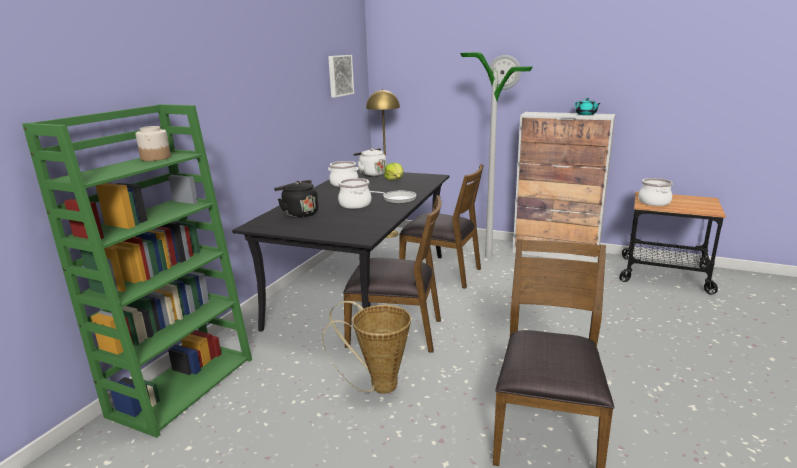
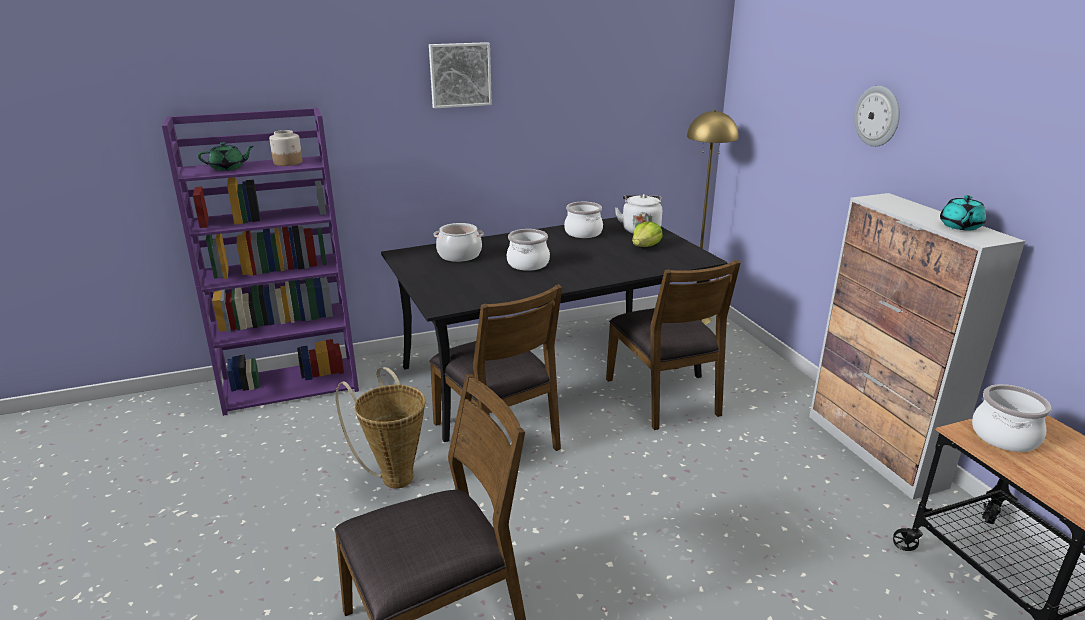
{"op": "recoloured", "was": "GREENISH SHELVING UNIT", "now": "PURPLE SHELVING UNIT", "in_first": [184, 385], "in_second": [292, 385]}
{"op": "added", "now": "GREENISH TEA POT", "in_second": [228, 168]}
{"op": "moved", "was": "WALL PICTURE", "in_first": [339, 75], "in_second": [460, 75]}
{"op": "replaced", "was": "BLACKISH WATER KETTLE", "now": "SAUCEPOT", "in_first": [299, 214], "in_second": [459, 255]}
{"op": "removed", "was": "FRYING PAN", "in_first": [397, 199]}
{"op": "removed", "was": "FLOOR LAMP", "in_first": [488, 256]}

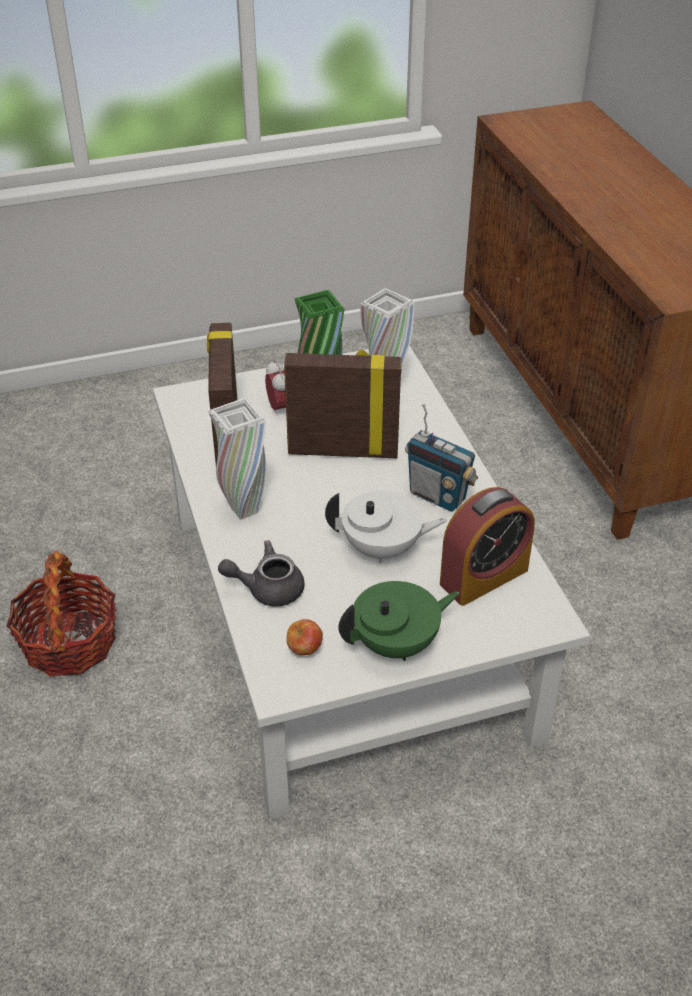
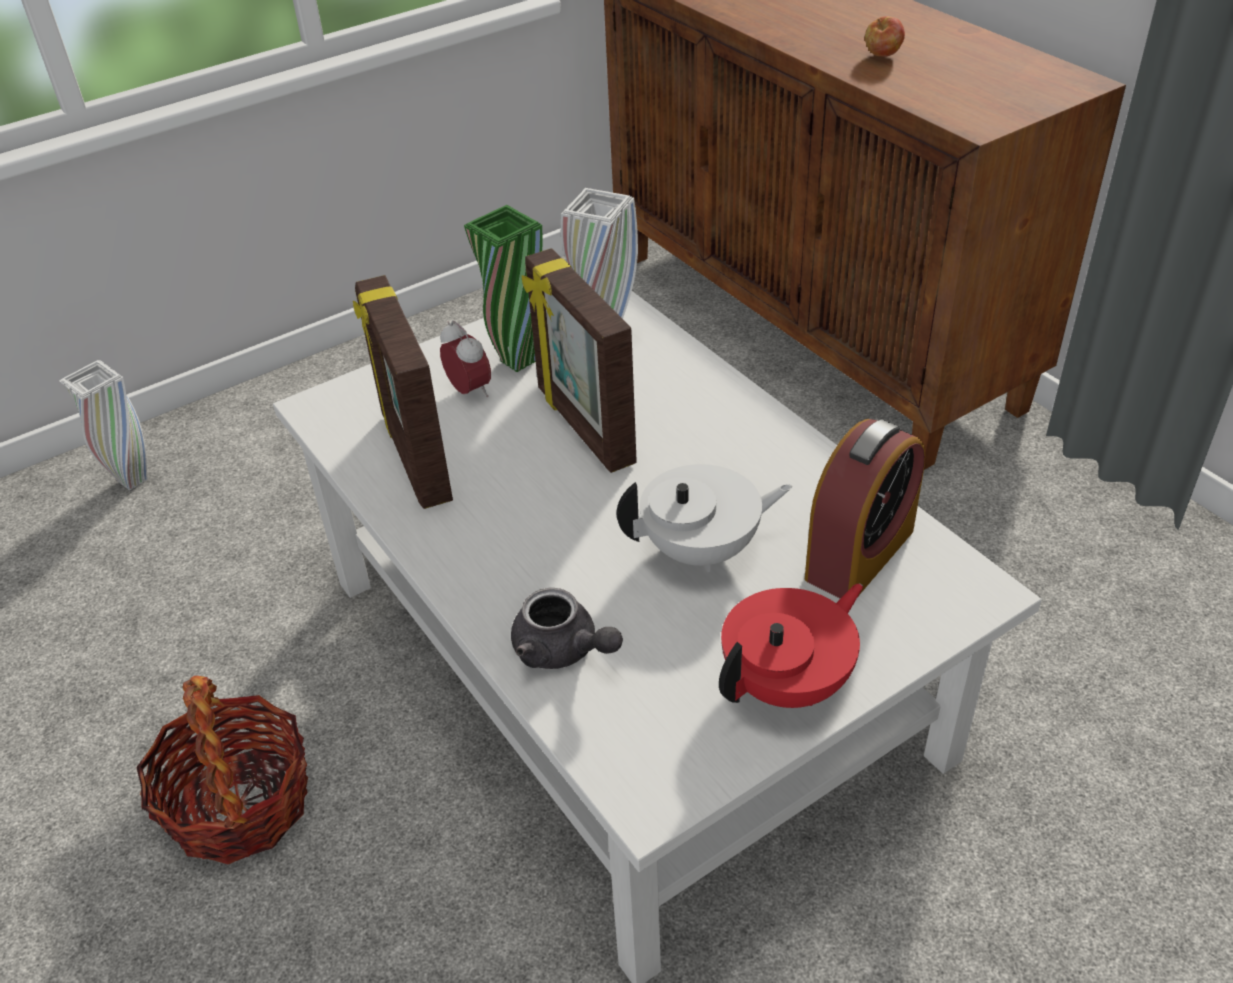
{"op": "moved", "was": "WHITE VASE", "in_first": [244, 510], "in_second": [132, 480]}
{"op": "turned", "was": "GRAY TEA POT", "in_first": [267, 588], "in_second": [563, 650], "clockwise": -120}
{"op": "turned", "was": "PICTURE FRAME", "in_first": [343, 450], "in_second": [583, 427], "clockwise": -105}
{"op": "recoloured", "was": "GREENISH TEA POT", "now": "REDDISH TEA POT", "in_first": [397, 644], "in_second": [789, 683]}
{"op": "moved", "was": "WHOLE APPLE", "in_first": [305, 650], "in_second": [882, 56]}
{"op": "removed", "was": "RADIO SET", "in_first": [438, 496]}

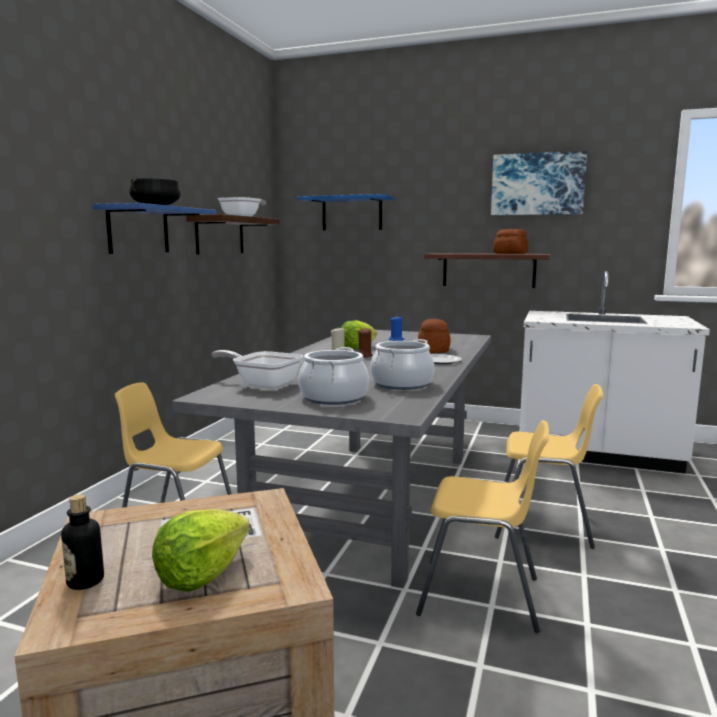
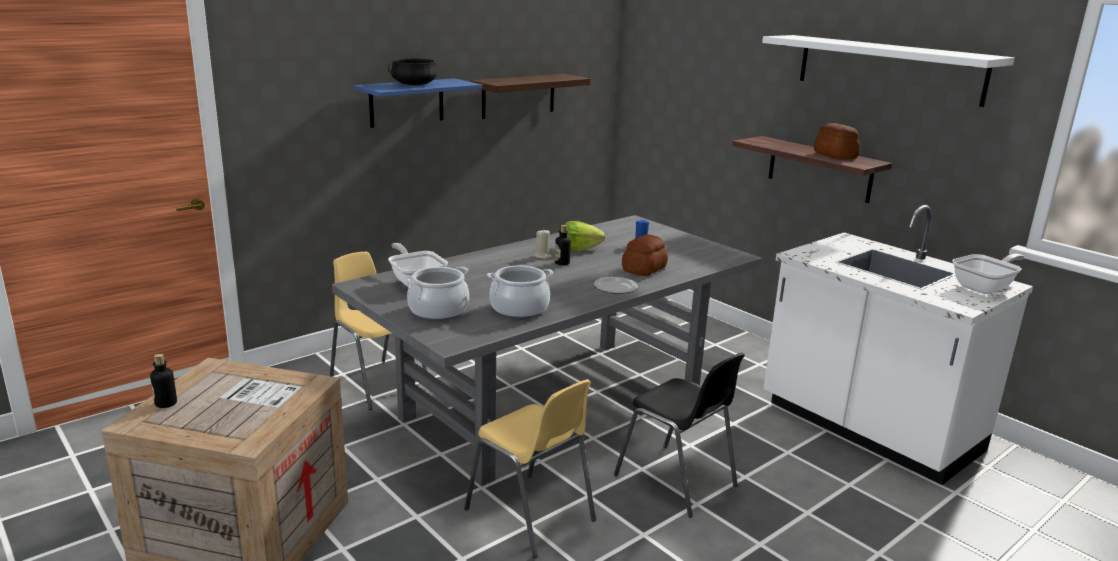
{"op": "replaced", "was": "BROWN-COLOURED CANDLE", "now": "BOTTLE", "in_first": [364, 356], "in_second": [562, 263]}
{"op": "recoloured", "was": "YELLOWISH CHAIR", "now": "BLACKISH CHAIR", "in_first": [543, 526], "in_second": [676, 481]}
{"op": "replaced", "was": "WALL PICTURE", "now": "WHITE SHELF", "in_first": [537, 184], "in_second": [888, 69]}
{"op": "moved", "was": "FRYING PAN", "in_first": [243, 217], "in_second": [985, 288]}
{"op": "removed", "was": "HEAD OF LETTUCE", "in_first": [202, 575]}
{"op": "removed", "was": "BLUE SHELF", "in_first": [352, 214]}

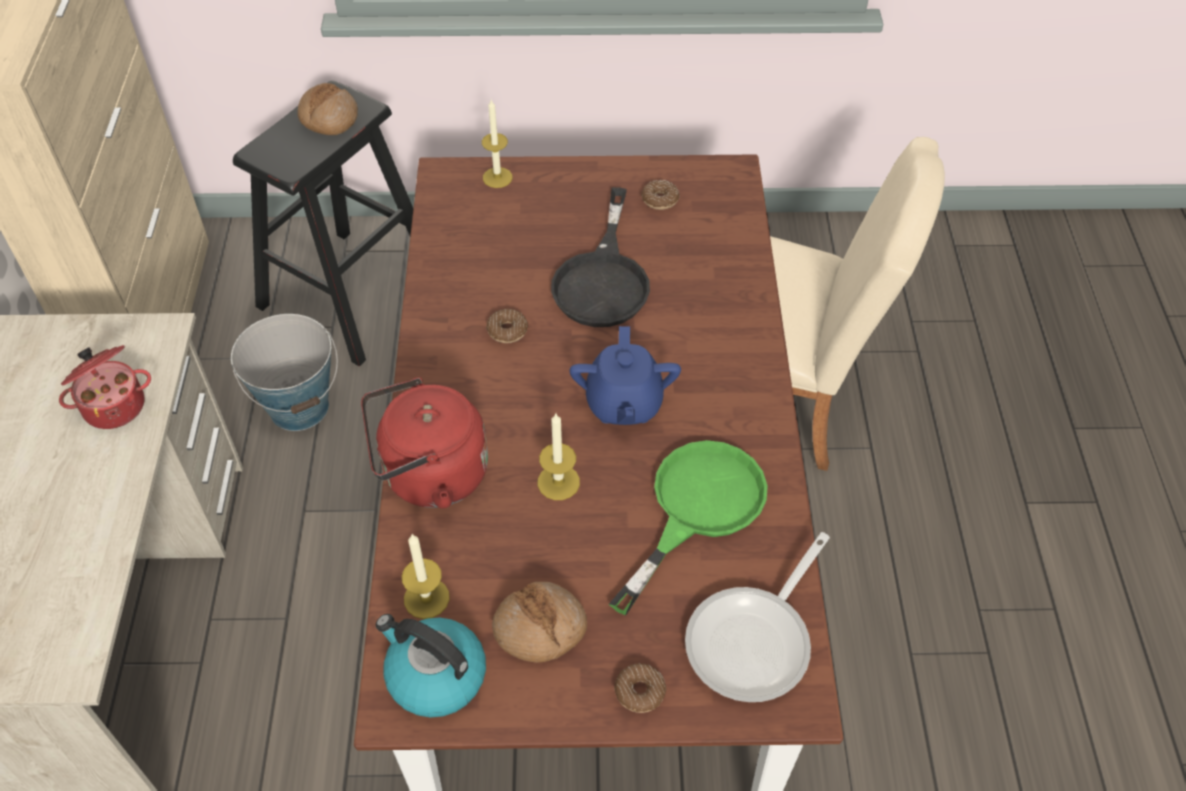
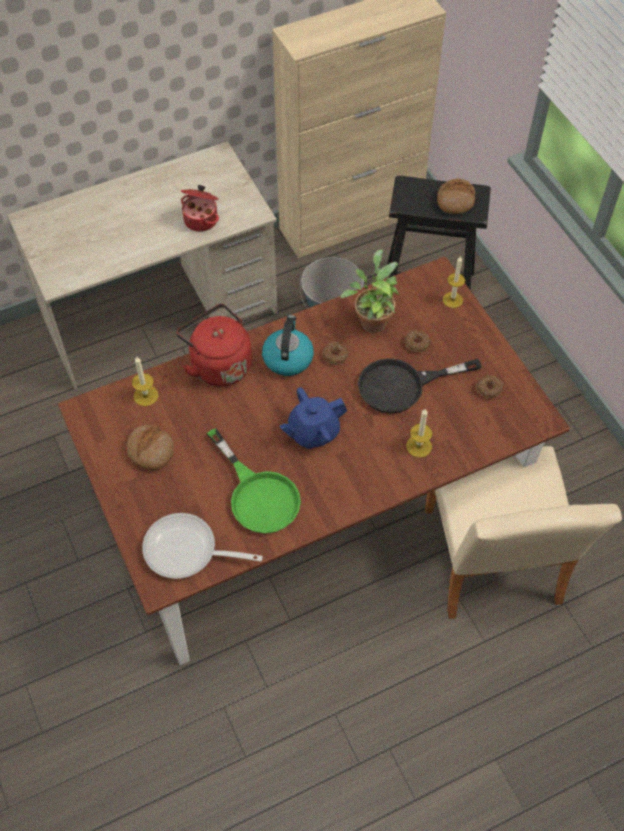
{"op": "turned", "was": "GREENISH FRYING PAN", "in_first": [697, 509], "in_second": [258, 494], "clockwise": 45}
{"op": "moved", "was": "WATER KETTLE", "in_first": [434, 676], "in_second": [287, 358]}
{"op": "added", "now": "POTTED PLANT", "in_second": [372, 320]}
{"op": "moved", "was": "DOUGHNUT", "in_first": [640, 691], "in_second": [417, 343]}
{"op": "moved", "was": "CANDLE", "in_first": [558, 482], "in_second": [419, 446]}

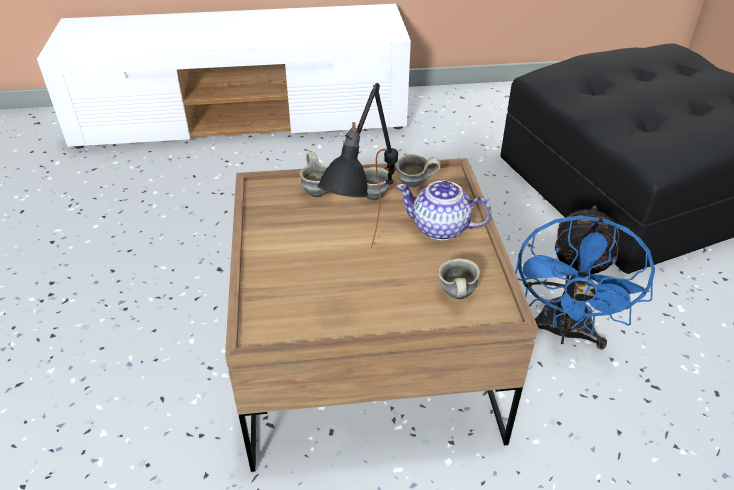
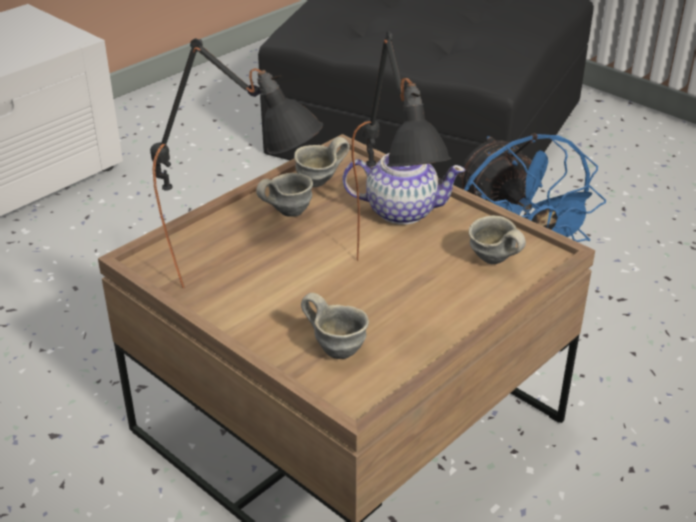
{"op": "added", "now": "BLACKISH TABLETOP LAMP", "in_second": [245, 287]}
{"op": "moved", "was": "GRAY TEA MUG", "in_first": [318, 190], "in_second": [337, 347]}
{"op": "turned", "was": "TEA POT", "in_first": [441, 228], "in_second": [401, 211], "clockwise": -150}

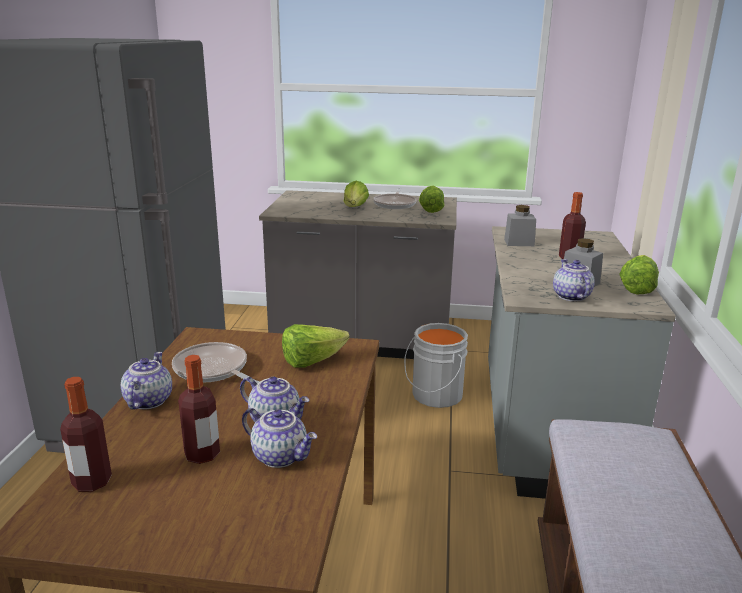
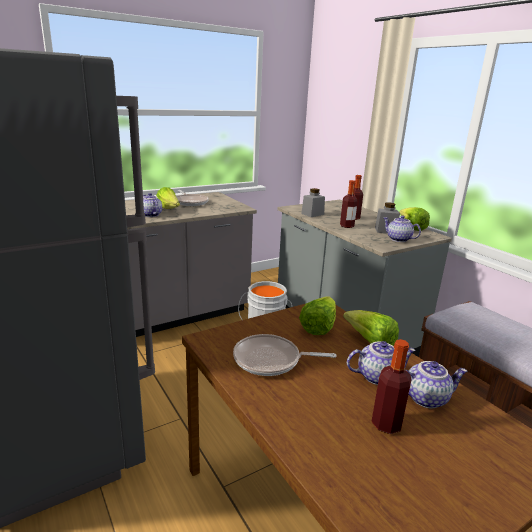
{"op": "moved", "was": "TEA POT", "in_first": [147, 401], "in_second": [150, 215]}
{"op": "moved", "was": "BOTTLE", "in_first": [92, 482], "in_second": [347, 226]}
{"op": "moved", "was": "HEAD OF LETTUCE", "in_first": [430, 209], "in_second": [370, 343]}

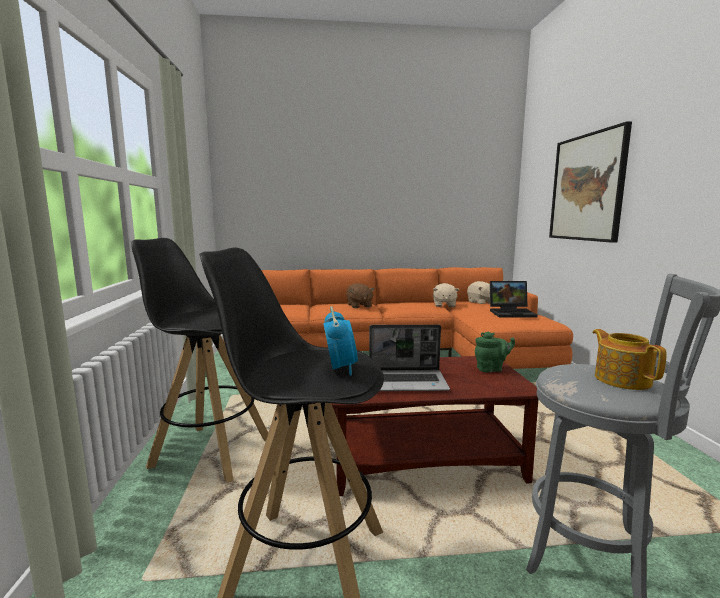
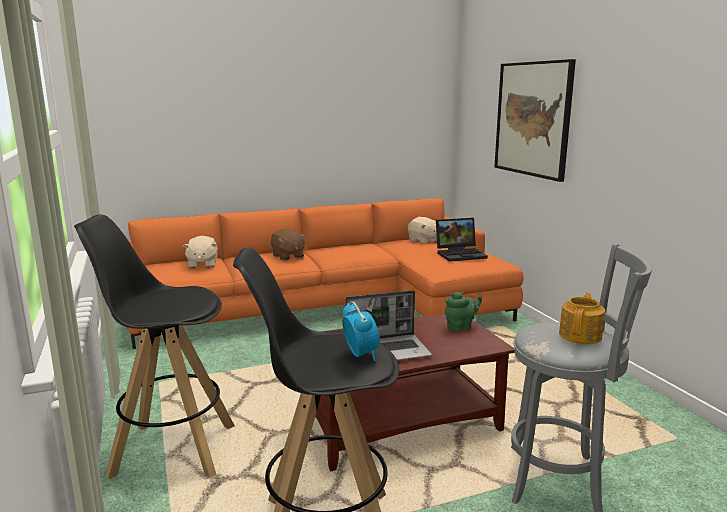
{"op": "moved", "was": "BEIGE-COLOURED PLUSH TOY", "in_first": [444, 305], "in_second": [202, 264]}
{"op": "turned", "was": "TEA POT", "in_first": [622, 379], "in_second": [581, 335], "clockwise": 60}

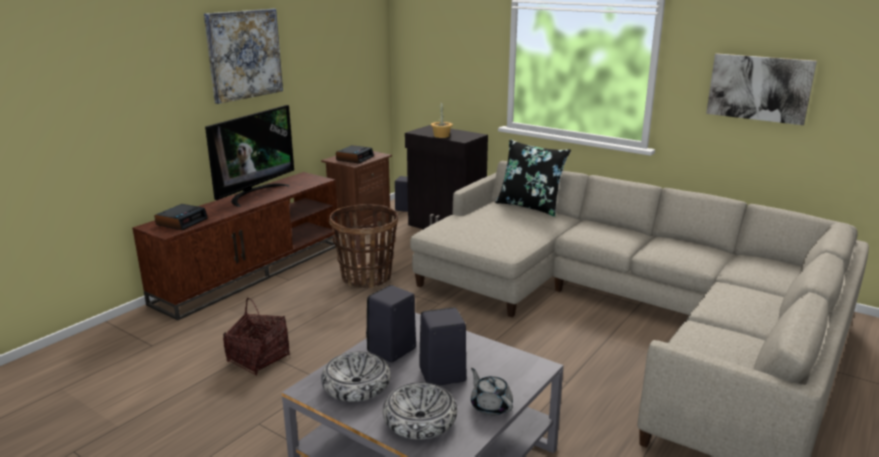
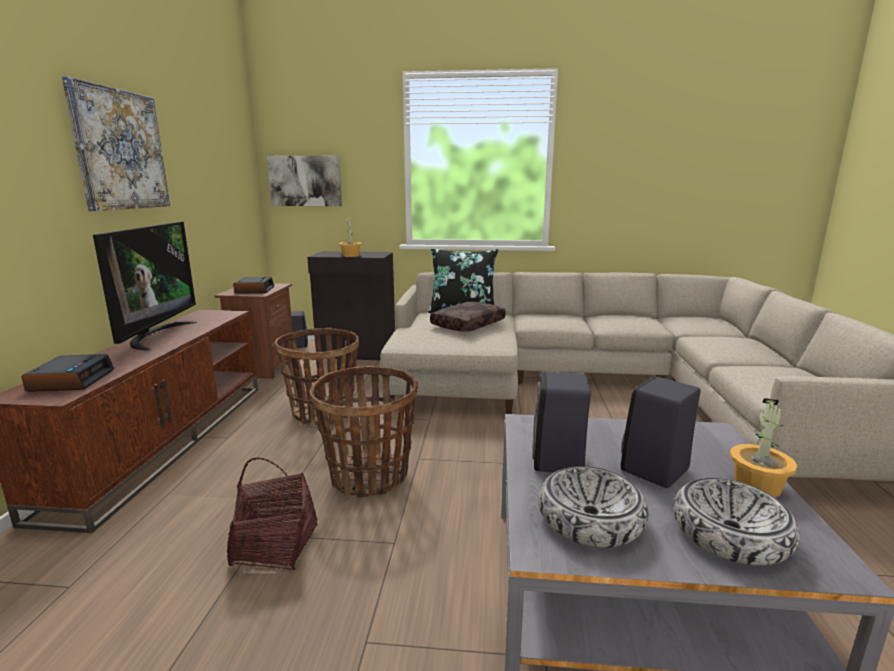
{"op": "moved", "was": "WALL PICTURE", "in_first": [759, 88], "in_second": [305, 181]}
{"op": "added", "now": "BASKET", "in_second": [369, 477]}
{"op": "added", "now": "BROWN-COLOURED CUSHION", "in_second": [467, 324]}
{"op": "replaced", "was": "GRAY TEA POT", "now": "POTTED PLANT", "in_first": [490, 406], "in_second": [757, 486]}

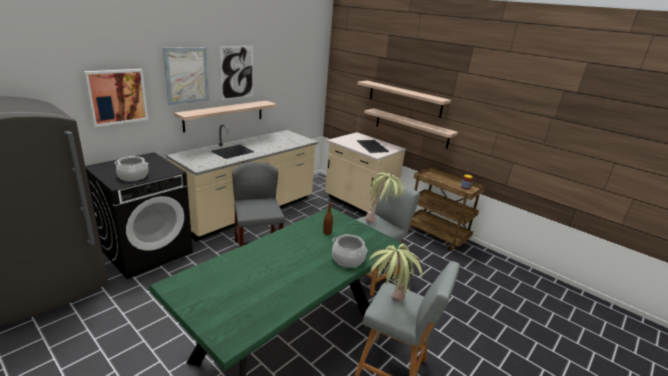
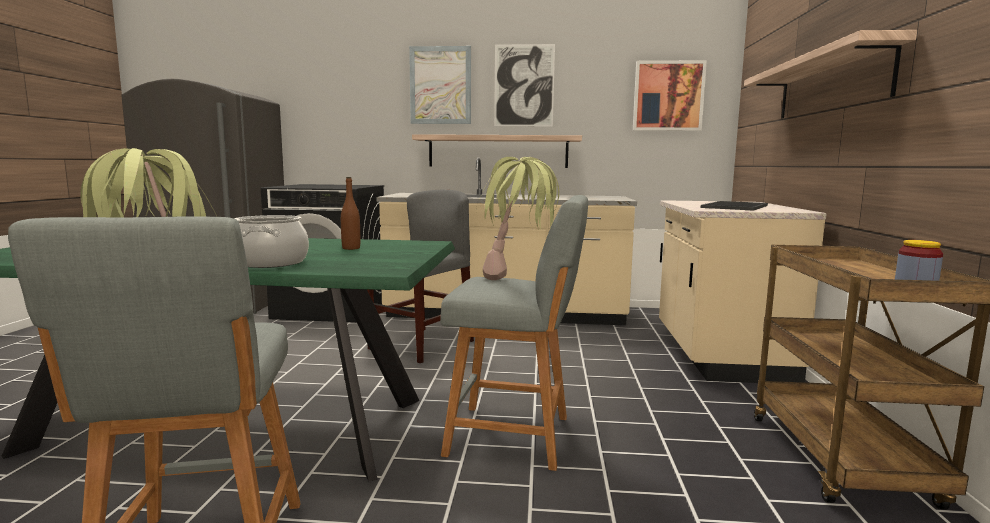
{"op": "moved", "was": "WALL PICTURE", "in_first": [117, 96], "in_second": [668, 96]}
{"op": "removed", "was": "SAUCEPOT", "in_first": [133, 176]}
{"op": "removed", "was": "SHELF", "in_first": [411, 128]}

